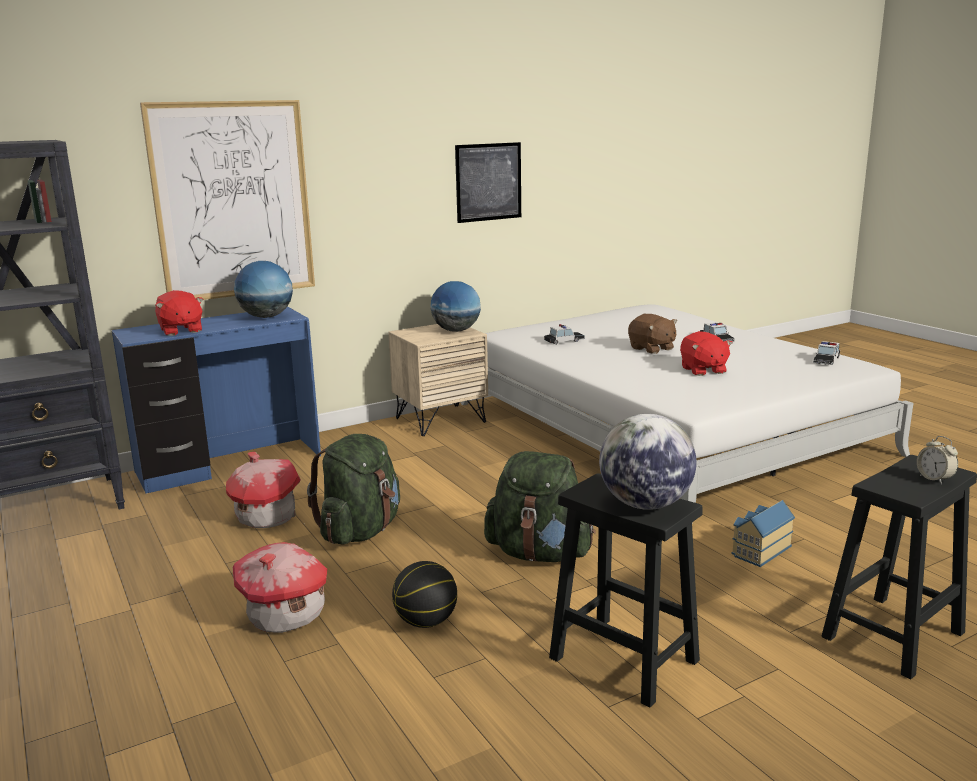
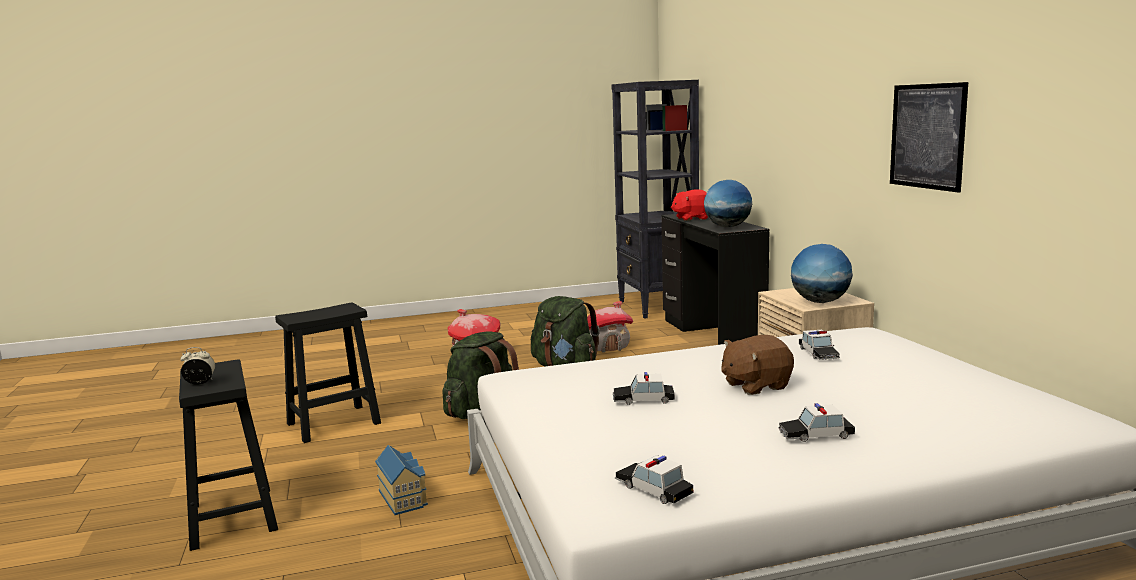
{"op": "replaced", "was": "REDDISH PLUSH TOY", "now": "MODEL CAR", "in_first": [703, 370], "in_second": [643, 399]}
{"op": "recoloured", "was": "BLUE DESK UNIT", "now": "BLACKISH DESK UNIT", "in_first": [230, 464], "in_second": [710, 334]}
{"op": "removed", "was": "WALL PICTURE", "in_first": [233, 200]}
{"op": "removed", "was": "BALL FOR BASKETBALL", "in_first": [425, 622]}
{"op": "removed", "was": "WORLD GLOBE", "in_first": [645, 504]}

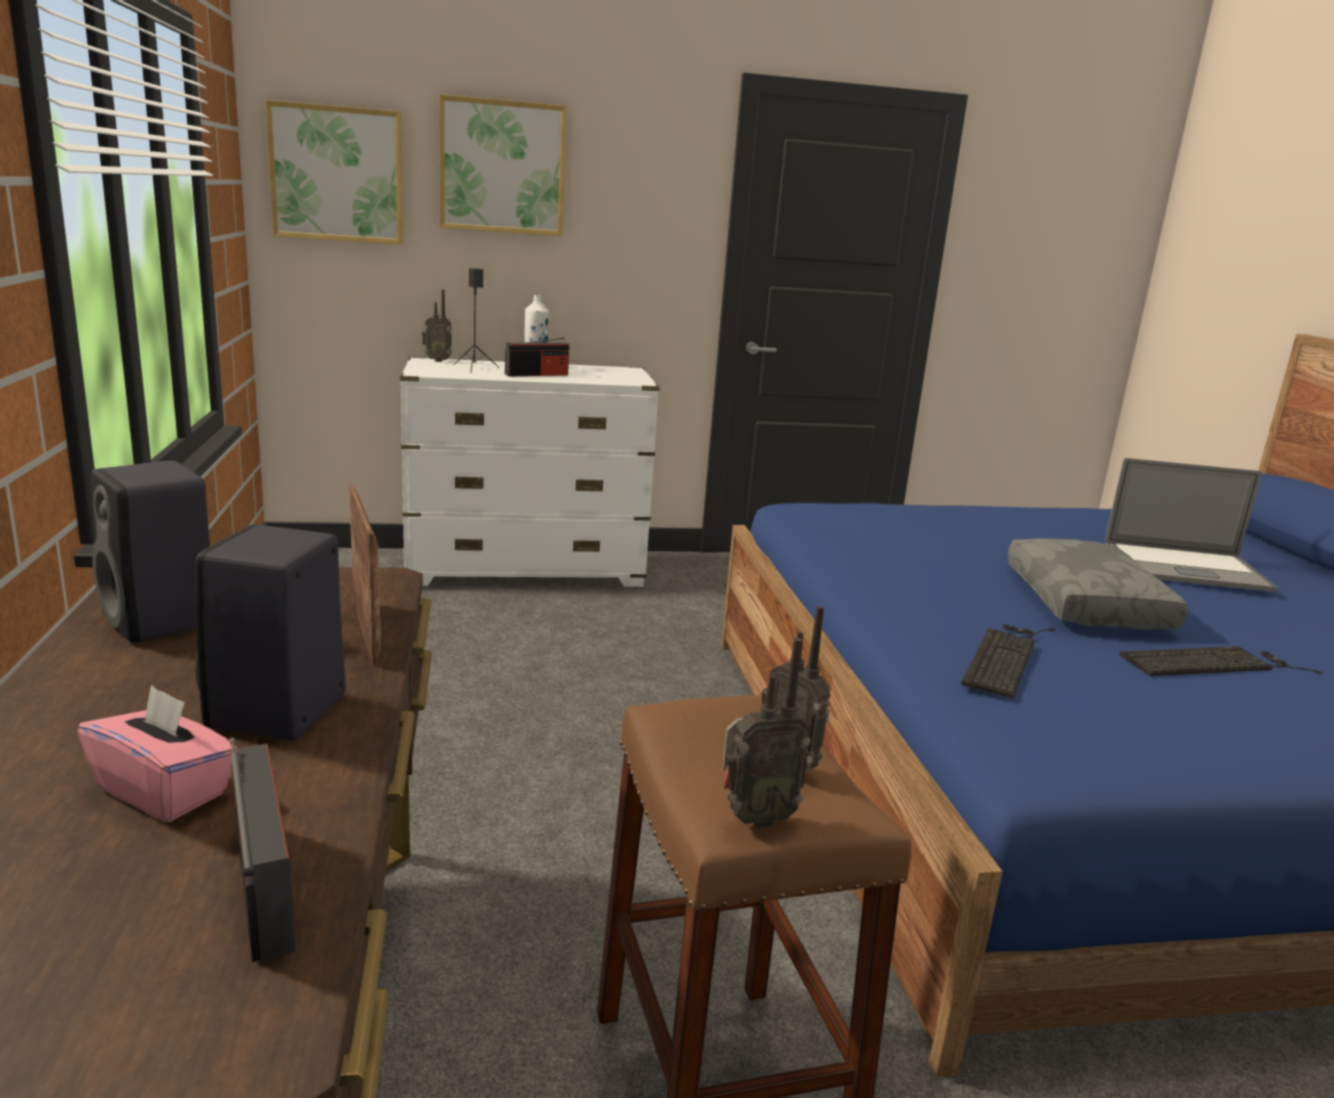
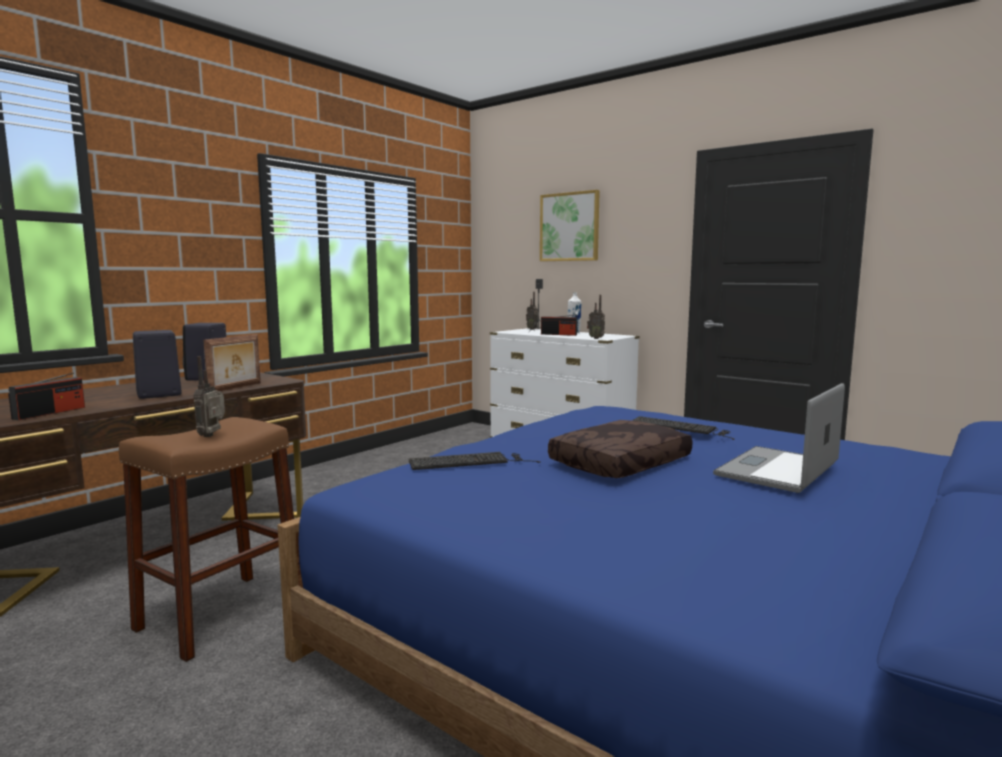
{"op": "recoloured", "was": "GRAY CUSHION", "now": "BROWN-COLOURED CUSHION", "in_first": [1089, 603], "in_second": [621, 464]}
{"op": "moved", "was": "RADIO SET", "in_first": [754, 818], "in_second": [596, 338]}
{"op": "moved", "was": "PC KEYBOARD", "in_first": [1213, 663], "in_second": [681, 428]}
{"op": "turned", "was": "PORTABLE COMPUTER", "in_first": [1185, 568], "in_second": [777, 469], "clockwise": 75}
{"op": "removed", "was": "PINK TISSUE BOX", "in_first": [164, 790]}
{"op": "removed", "was": "WALL PICTURE", "in_first": [337, 174]}

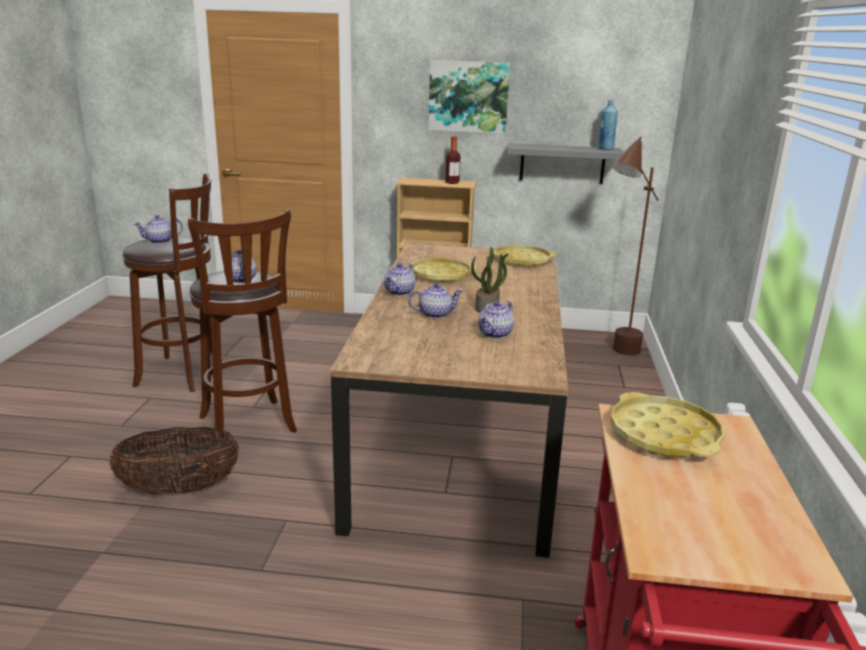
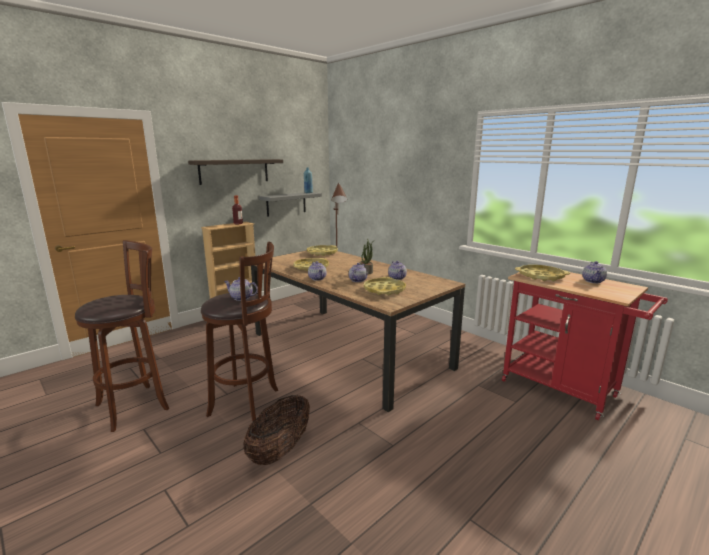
{"op": "replaced", "was": "WALL PICTURE", "now": "SHELF", "in_first": [468, 96], "in_second": [234, 171]}
{"op": "added", "now": "YELLOWISH CARRYING TRAY", "in_second": [384, 290]}
{"op": "moved", "was": "TEA POT", "in_first": [160, 241], "in_second": [593, 281]}

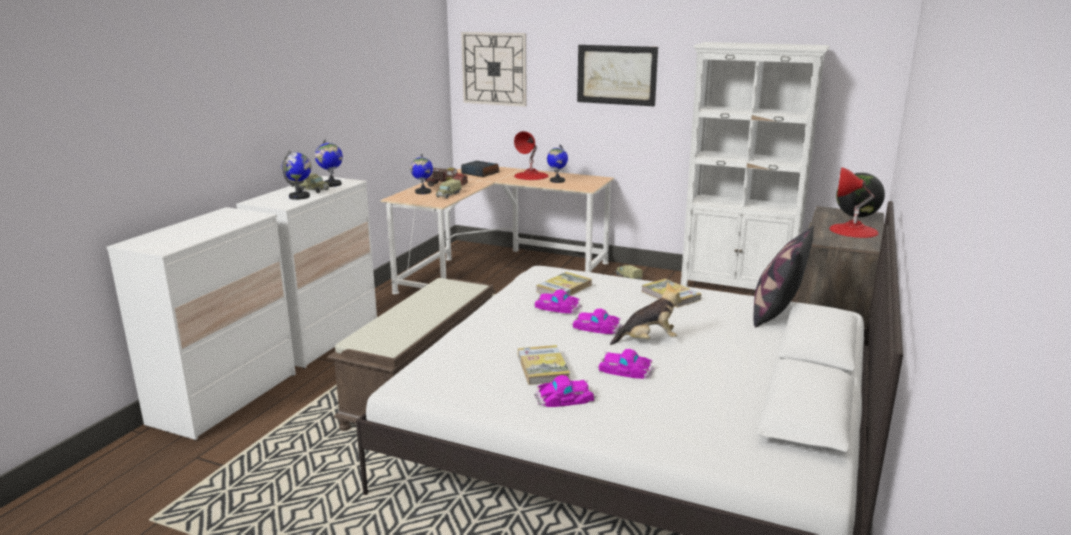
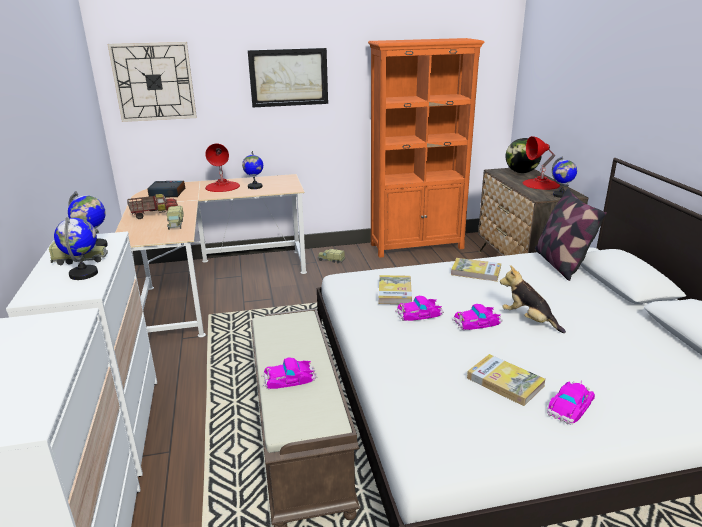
{"op": "moved", "was": "MODEL CAR", "in_first": [625, 370], "in_second": [289, 378]}
{"op": "recoloured", "was": "WHITE SHELVING UNIT", "now": "ORANGE SHELVING UNIT", "in_first": [738, 288], "in_second": [417, 246]}
{"op": "turned", "was": "PLUSH TOY", "in_first": [648, 341], "in_second": [528, 320], "clockwise": -90}
{"op": "moved", "was": "WORLD GLOBE", "in_first": [423, 192], "in_second": [561, 195]}

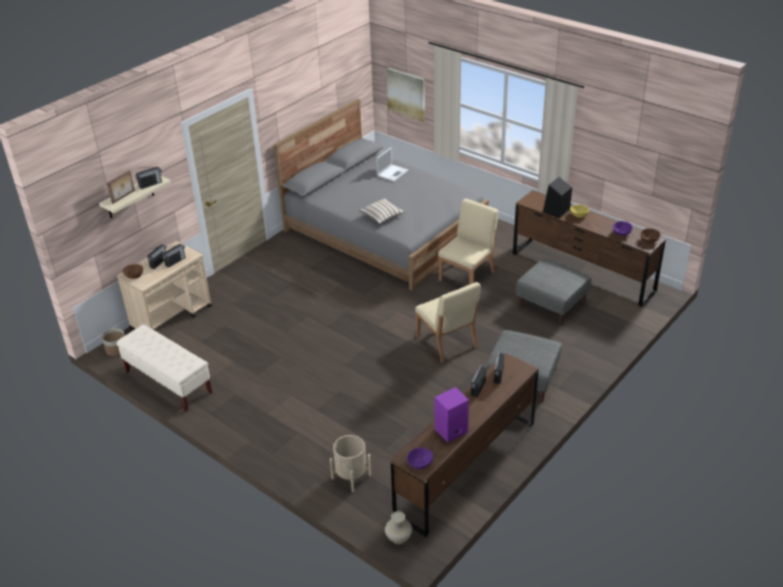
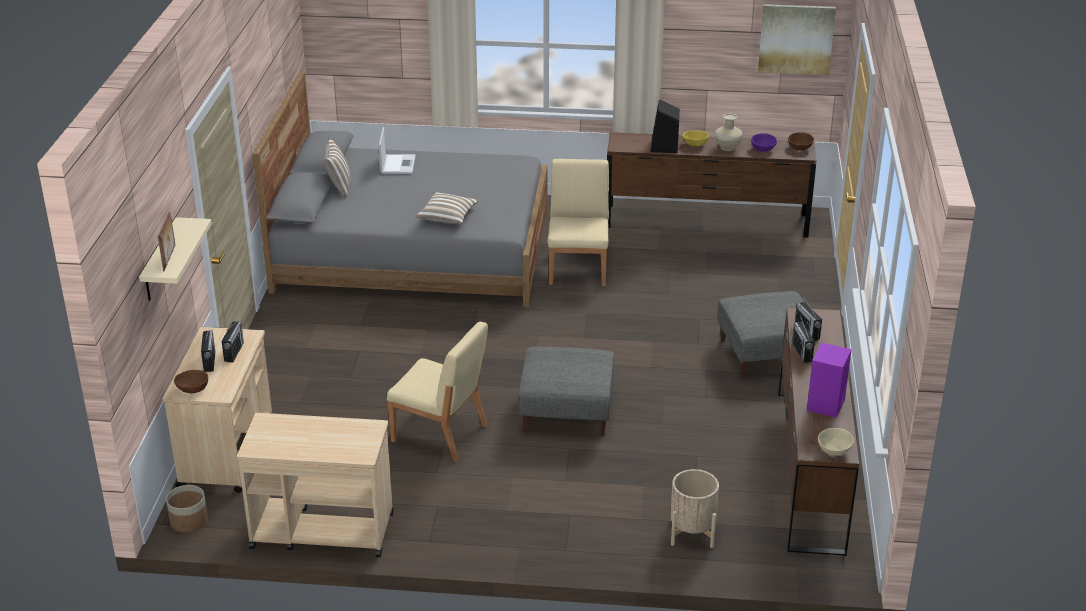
{"op": "replaced", "was": "BEIGE-COLOURED BENCH", "now": "BEIGE-COLOURED TROLLEY", "in_first": [168, 383], "in_second": [321, 530]}
{"op": "added", "now": "CUSHION", "in_second": [338, 187]}
{"op": "moved", "was": "BEIGE-COLOURED CHAIR", "in_first": [446, 342], "in_second": [440, 434]}
{"op": "moved", "was": "GRAY POUFFE", "in_first": [551, 304], "in_second": [566, 412]}
{"op": "moved", "was": "BEIGE-COLOURED VASE", "in_first": [398, 538], "in_second": [727, 148]}
{"op": "moved", "was": "WALL PICTURE", "in_first": [406, 94], "in_second": [796, 39]}
{"op": "recoloured", "was": "PURPLE DEEP DISH", "now": "BEIGE-COLOURED DEEP DISH", "in_first": [420, 463], "in_second": [834, 450]}
{"op": "removed", "was": "RADIO SET", "in_first": [150, 184]}

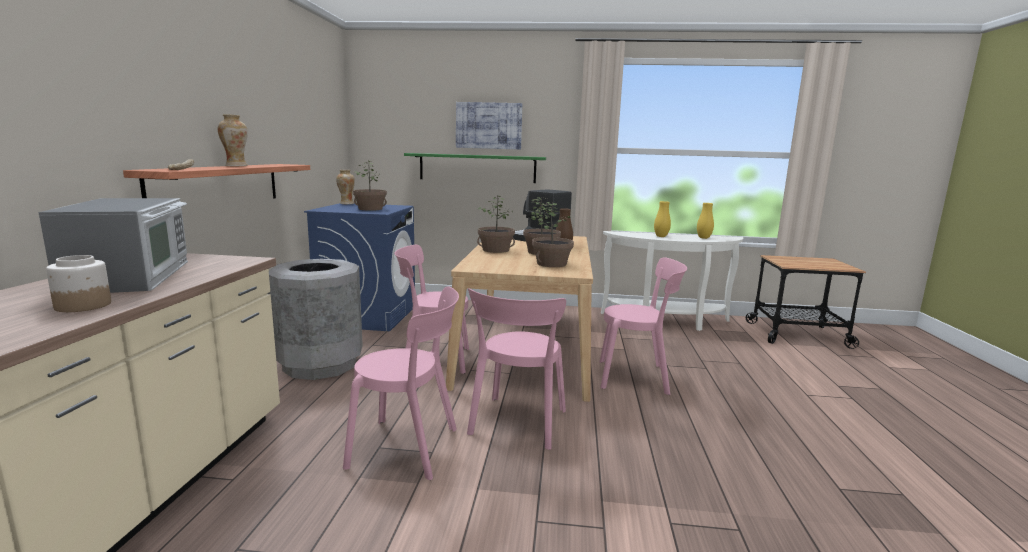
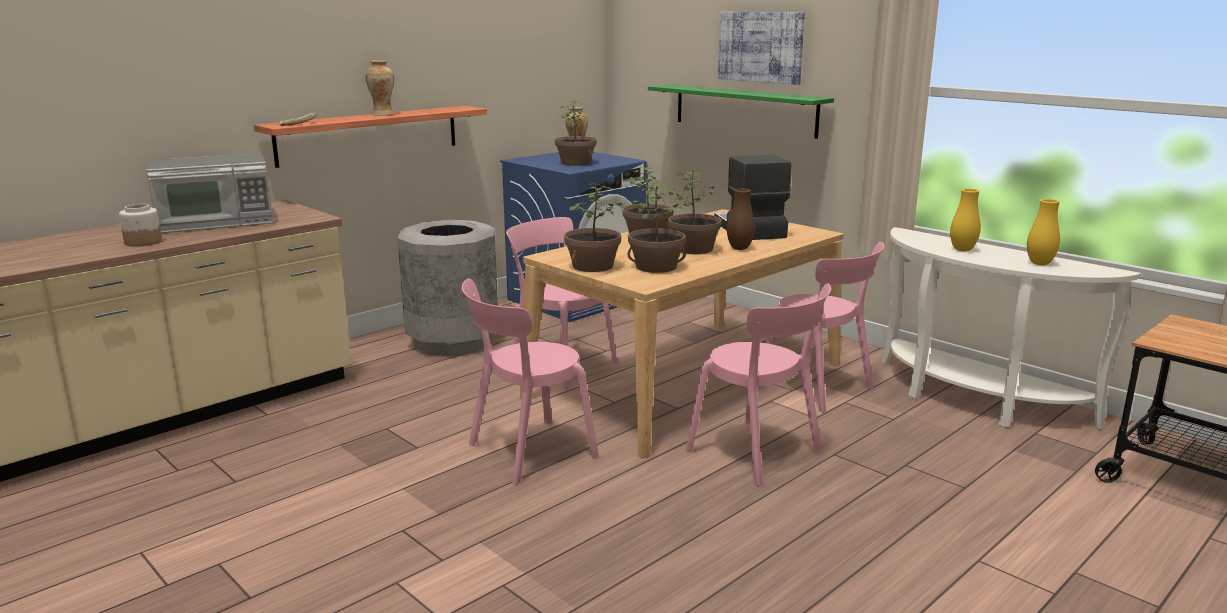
{"op": "turned", "was": "KITCHEN MICROWAVE", "in_first": [133, 276], "in_second": [216, 222], "clockwise": 45}
{"op": "added", "now": "POTTED PLANT", "in_second": [592, 266]}
{"op": "moved", "was": "PINK CHAIR", "in_first": [409, 448], "in_second": [819, 389]}

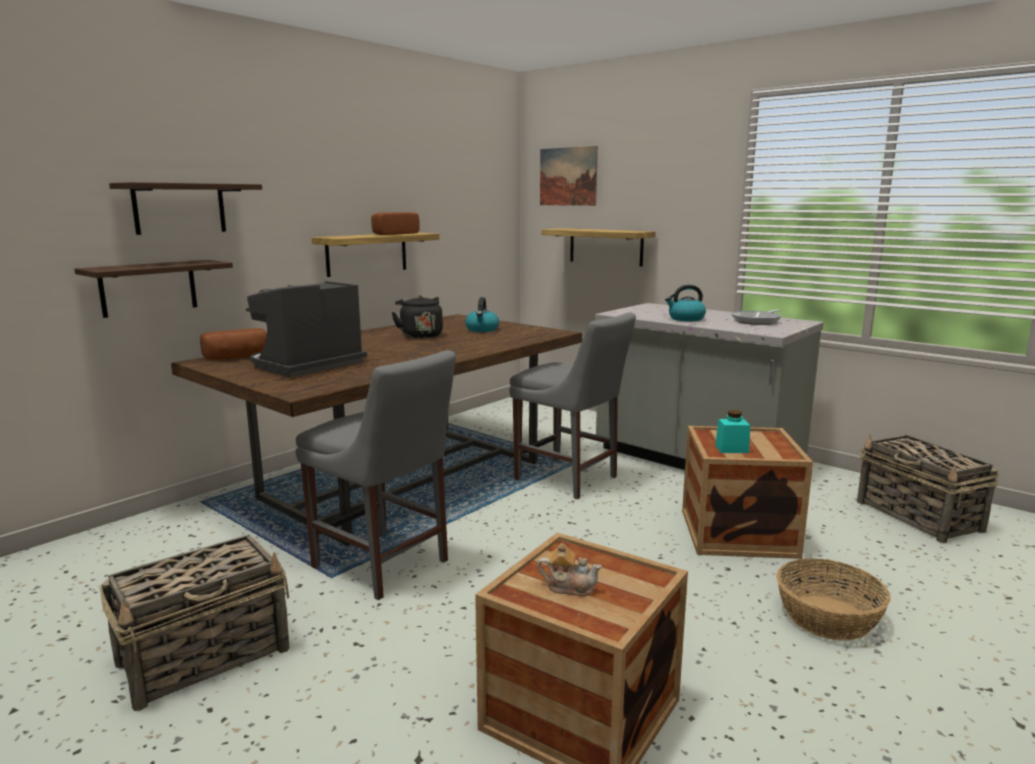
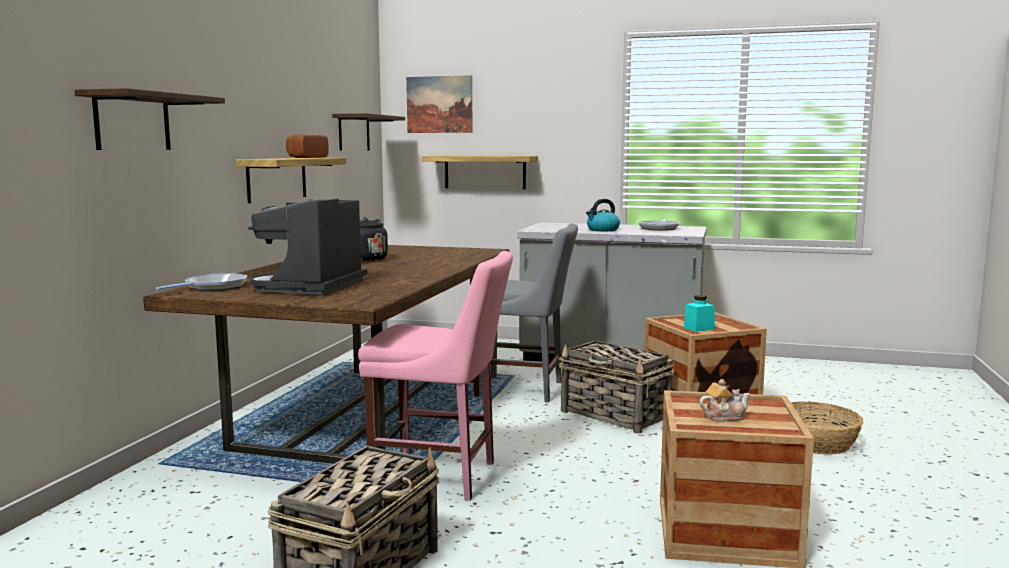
{"op": "replaced", "was": "BAKERY BREAD", "now": "FRYING PAN", "in_first": [237, 357], "in_second": [213, 287]}
{"op": "moved", "was": "SHELF", "in_first": [148, 288], "in_second": [354, 133]}
{"op": "recoloured", "was": "GRAY CHAIR", "now": "PINK CHAIR", "in_first": [384, 566], "in_second": [441, 477]}
{"op": "moved", "was": "BASKET", "in_first": [919, 517], "in_second": [615, 415]}
{"op": "removed", "was": "WATER KETTLE", "in_first": [482, 329]}

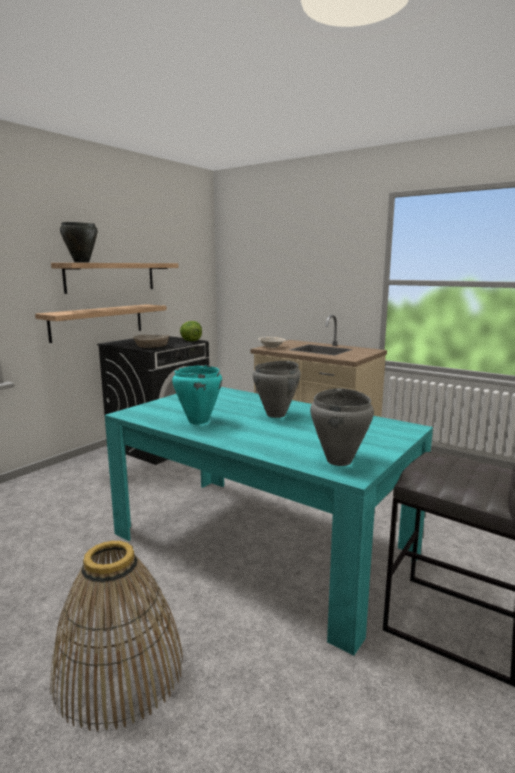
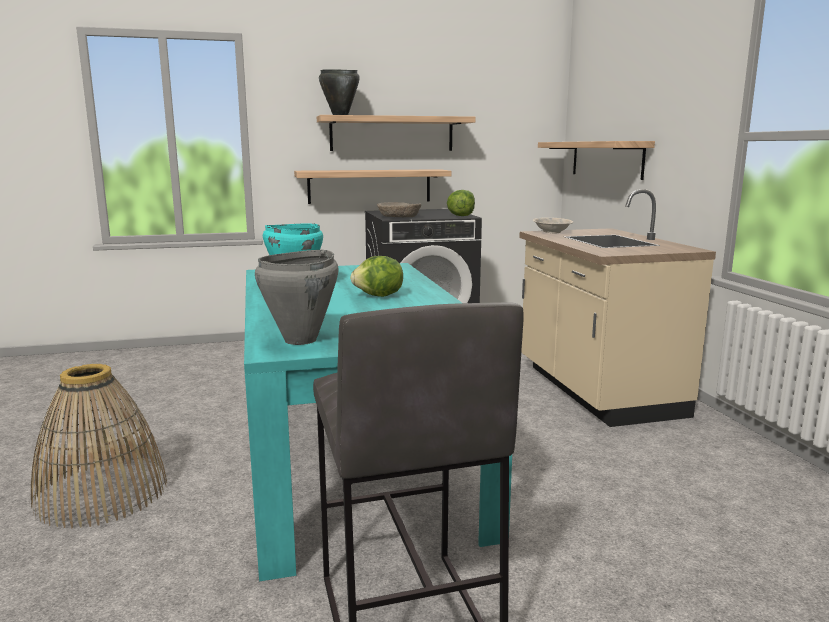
{"op": "replaced", "was": "GRAY SAUCEPOT", "now": "HEAD OF LETTUCE", "in_first": [276, 415], "in_second": [379, 296]}
{"op": "added", "now": "SHELF", "in_second": [606, 159]}

